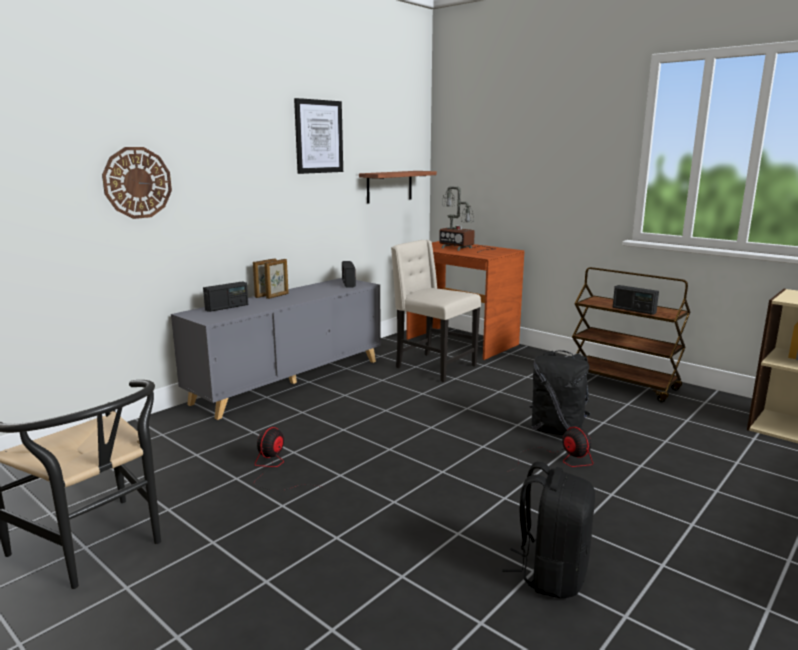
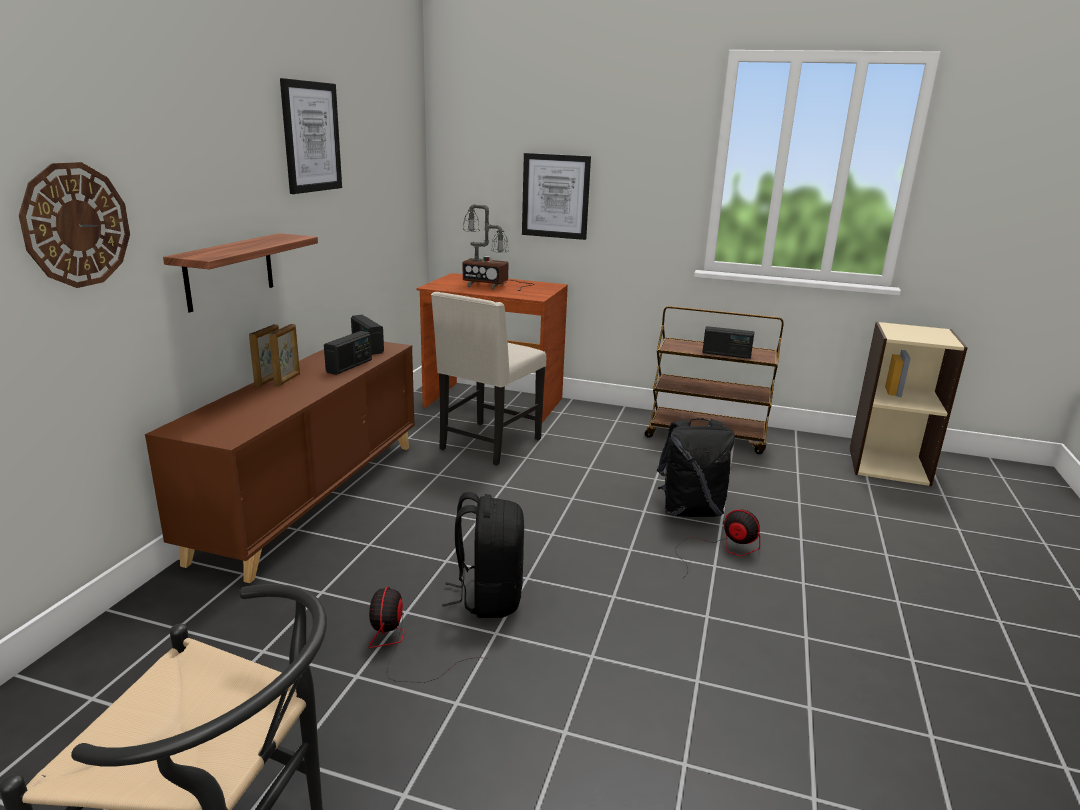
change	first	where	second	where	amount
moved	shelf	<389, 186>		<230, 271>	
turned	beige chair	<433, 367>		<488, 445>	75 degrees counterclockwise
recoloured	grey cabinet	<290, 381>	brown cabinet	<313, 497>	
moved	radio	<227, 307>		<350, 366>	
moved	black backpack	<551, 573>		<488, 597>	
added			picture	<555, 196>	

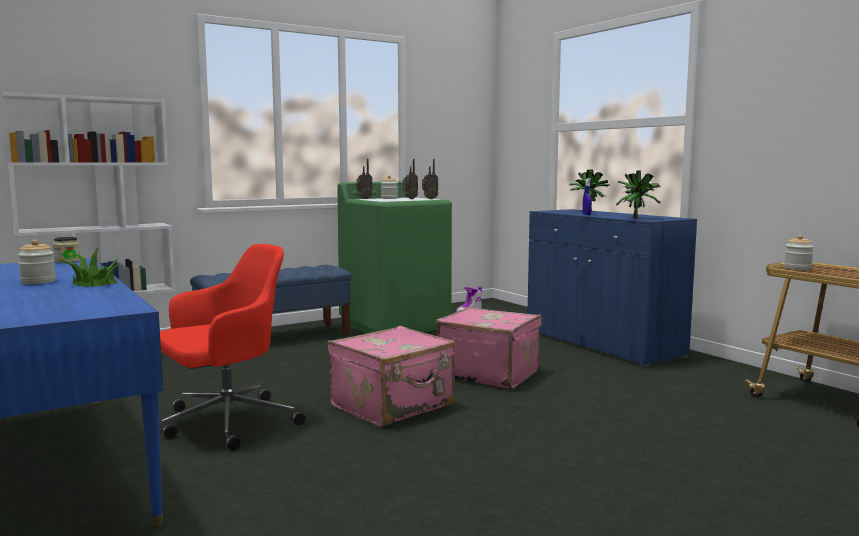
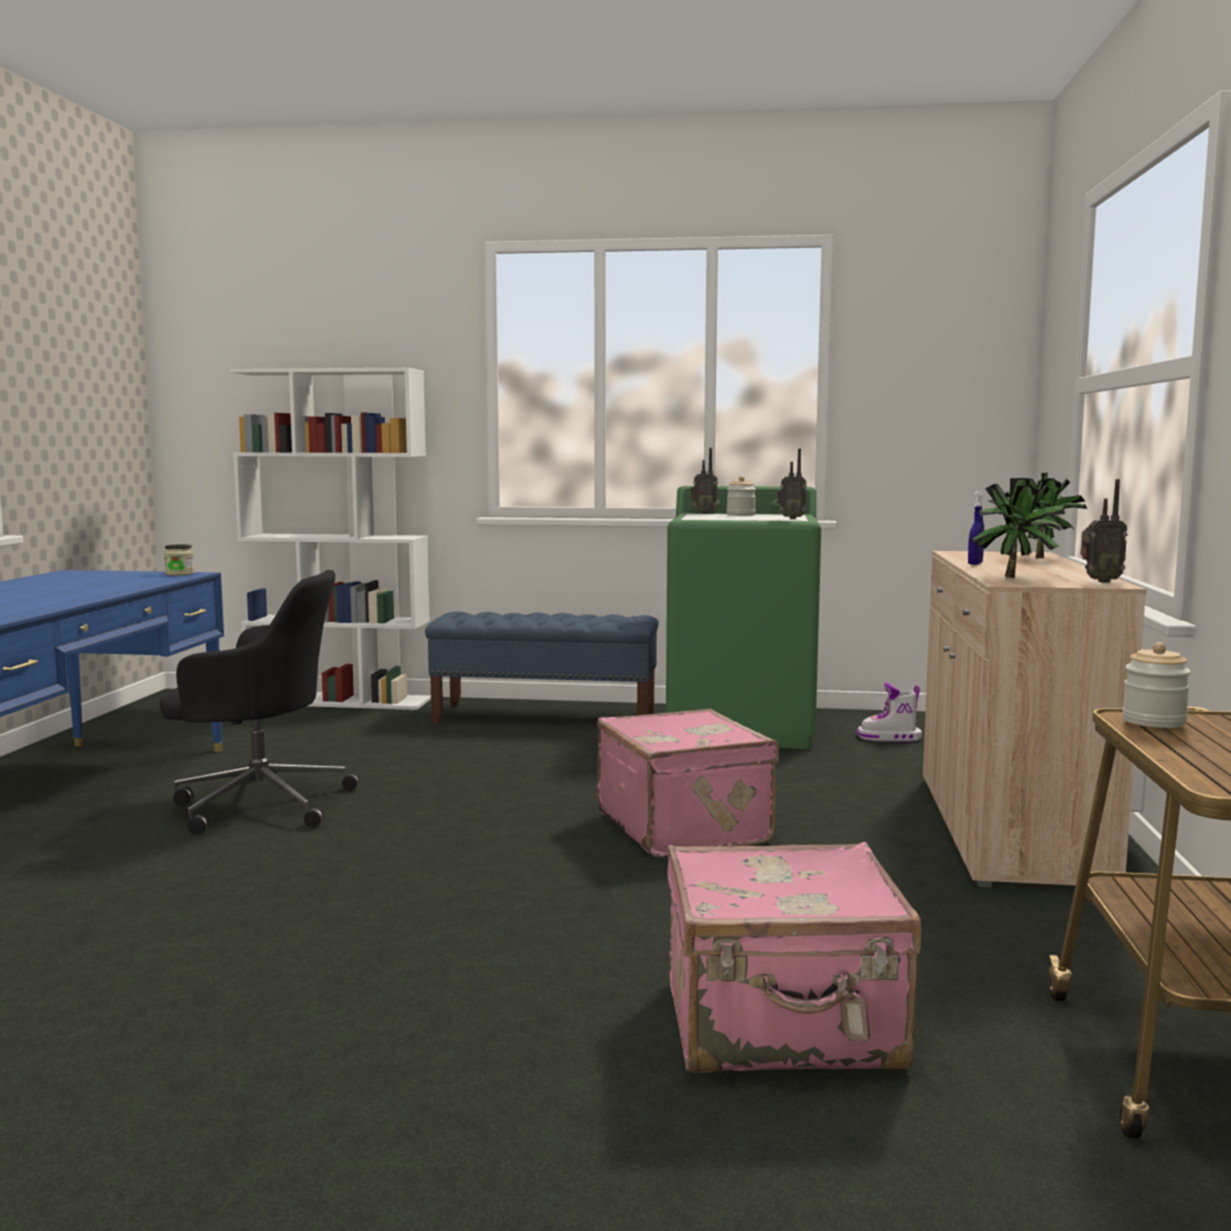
change	first	where	second	where	amount
moved	radio	<409, 199>		<1099, 581>	
recoloured	blue cabinet	<602, 343>	beige cabinet	<1008, 829>	
removed	jar	<38, 282>			
recoloured	red office chair	<226, 423>	black office chair	<258, 804>	
removed	potted plant	<94, 283>			
moved	pink suitcase	<394, 406>		<783, 1028>	

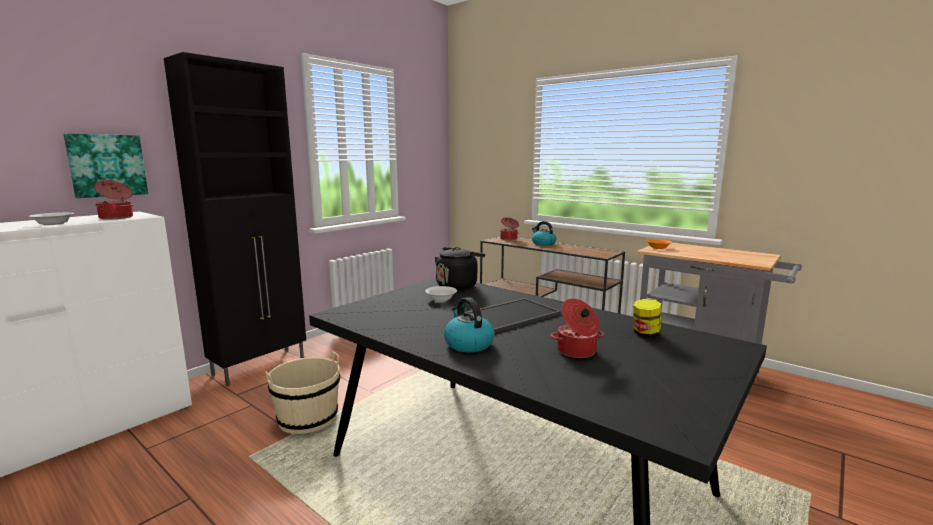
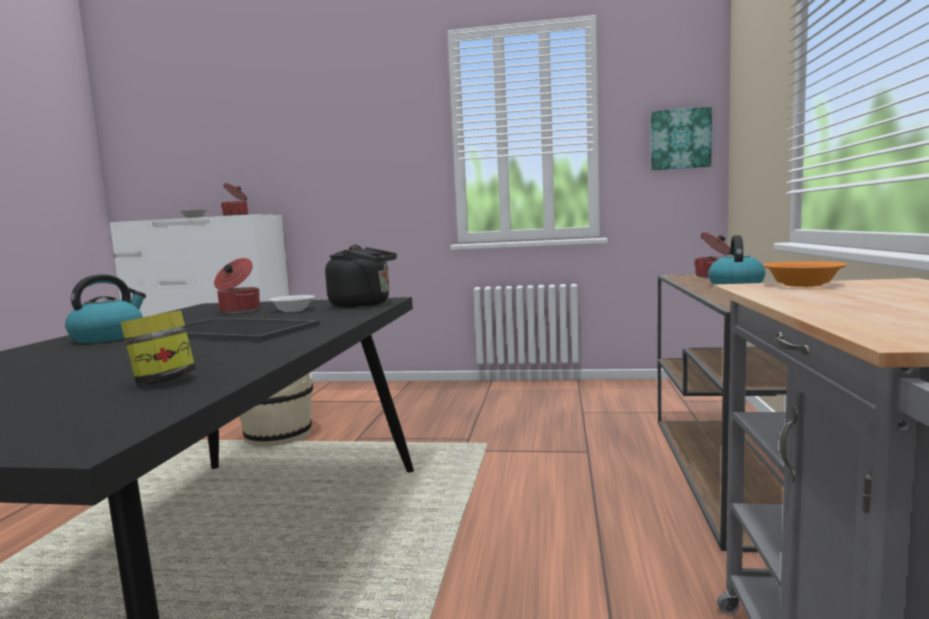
change	first	where	second	where	amount
removed	black cabinet	<261, 366>			
moved	picture	<107, 165>		<679, 139>	
moved	cooking pot	<576, 351>		<239, 311>	

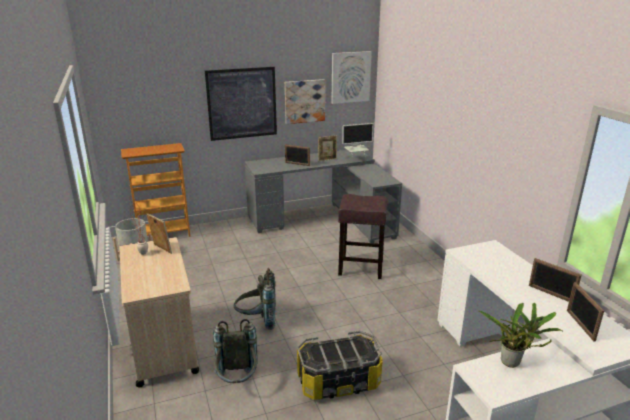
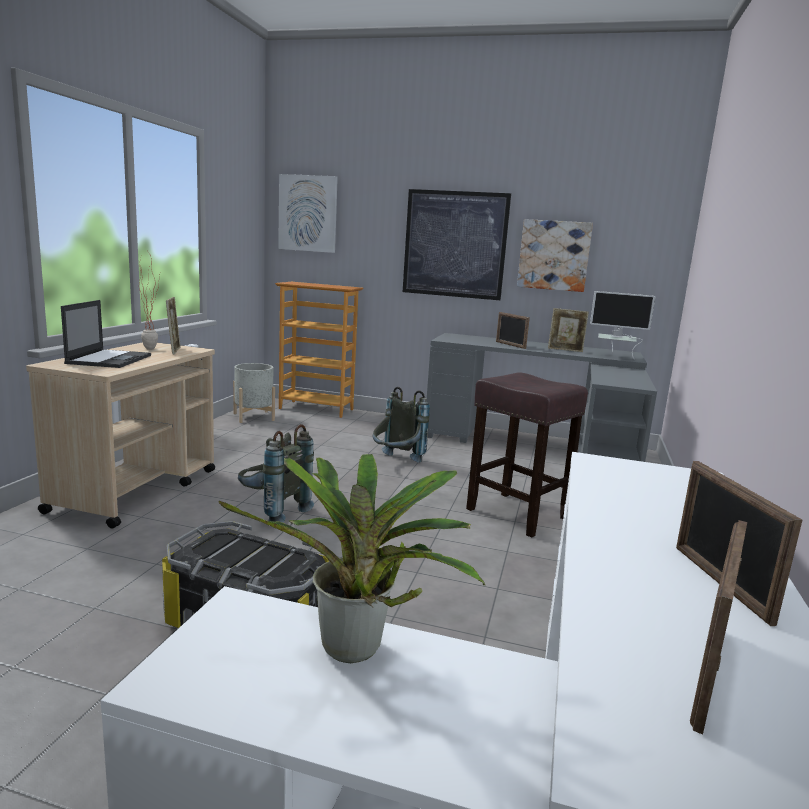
change	first	where	second	where	amount
moved	picture	<350, 77>		<308, 213>	
moved	grey backpack	<237, 382>		<396, 462>	
added			laptop	<110, 359>	

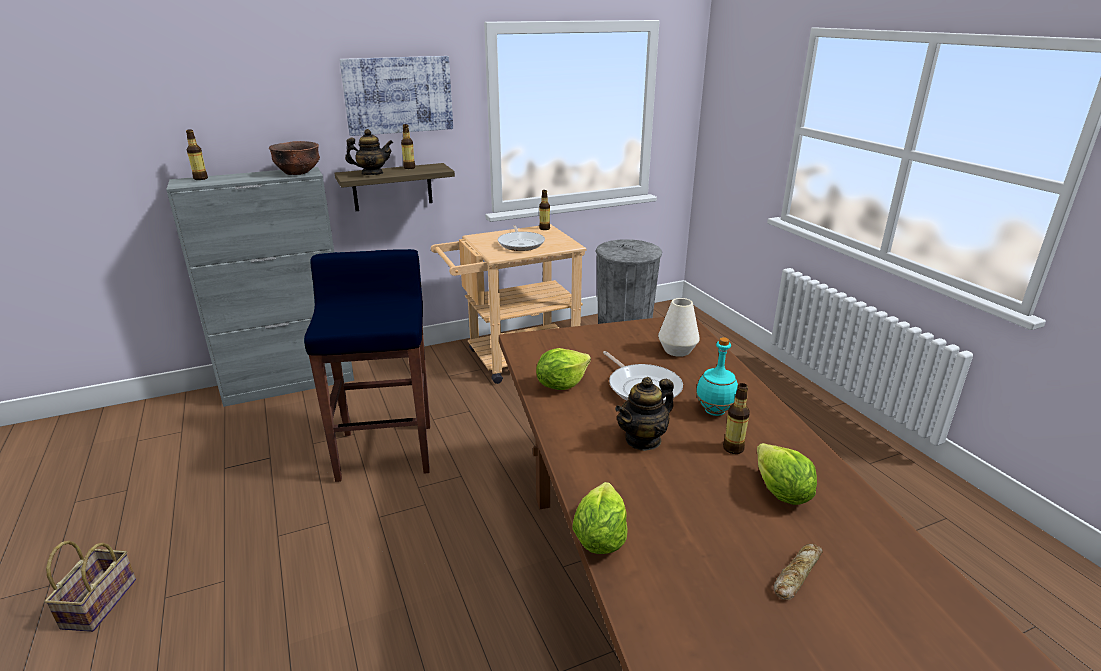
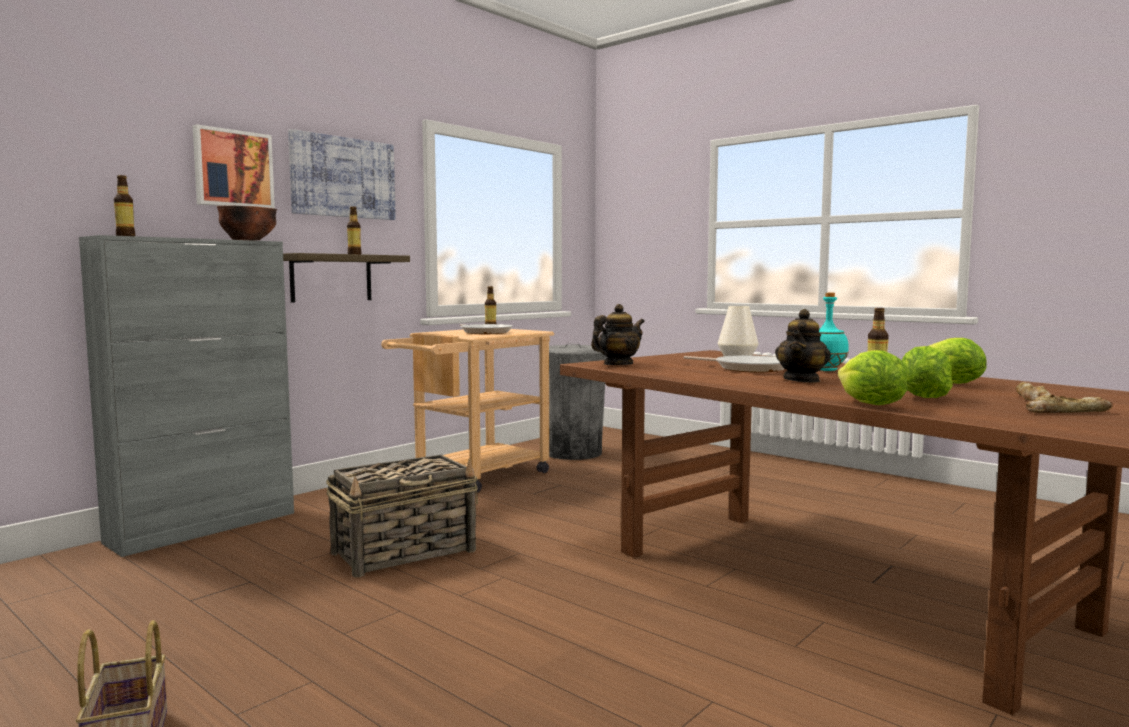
change	first	where	second	where	amount
moved	teapot	<372, 173>		<617, 365>	
replaced	blue stool	<386, 451>	basket	<405, 552>	
moved	lettuce	<561, 384>		<923, 397>	
added			picture	<233, 169>	
added			bread	<1066, 412>	

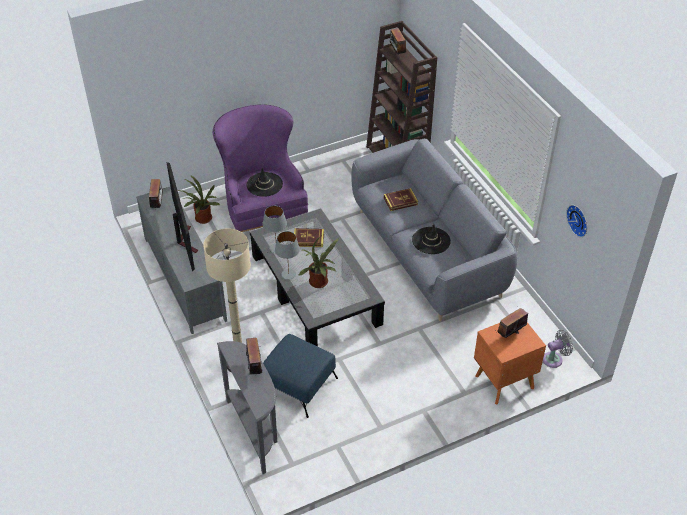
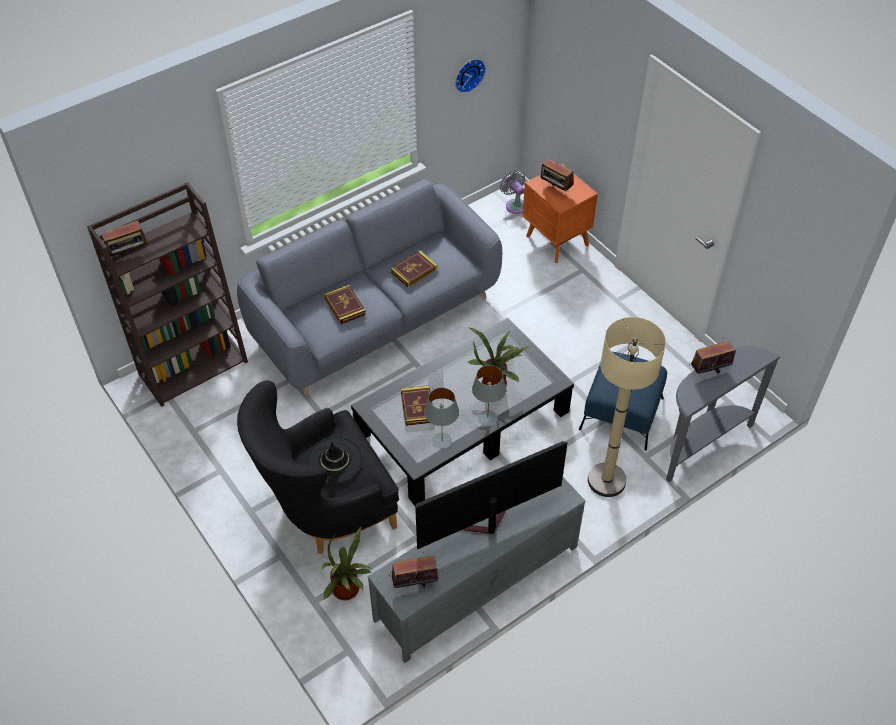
change	first	where	second	where	amount
recoloured	purple armchair	<263, 214>	black armchair	<325, 510>	
replaced	black hat	<431, 241>	book	<414, 271>	

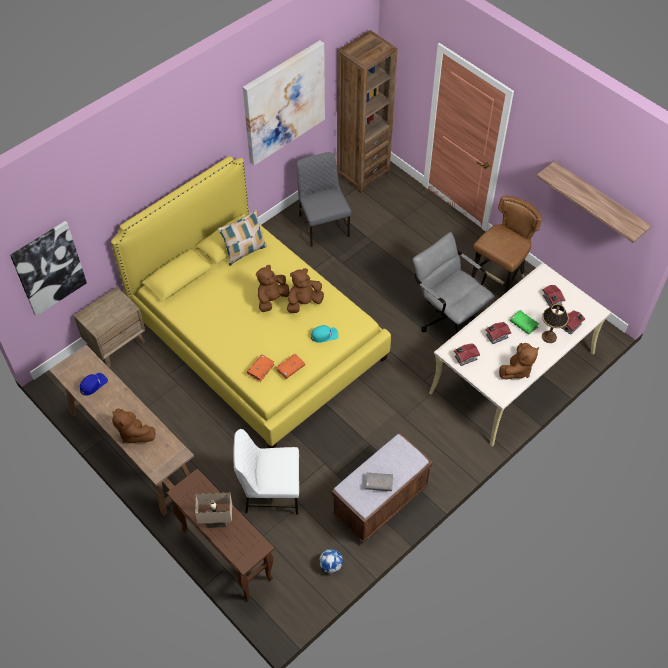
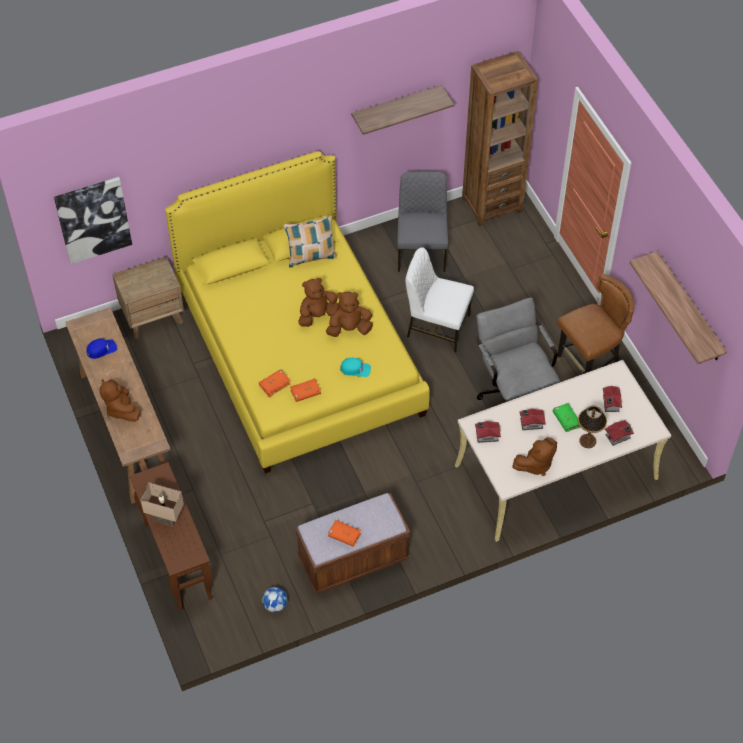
change	first	where	second	where	amount
replaced	picture	<284, 102>	shelf	<396, 107>	
moved	white chair	<270, 492>		<437, 326>	
recoloured	grey book	<378, 484>	orange book	<344, 535>	

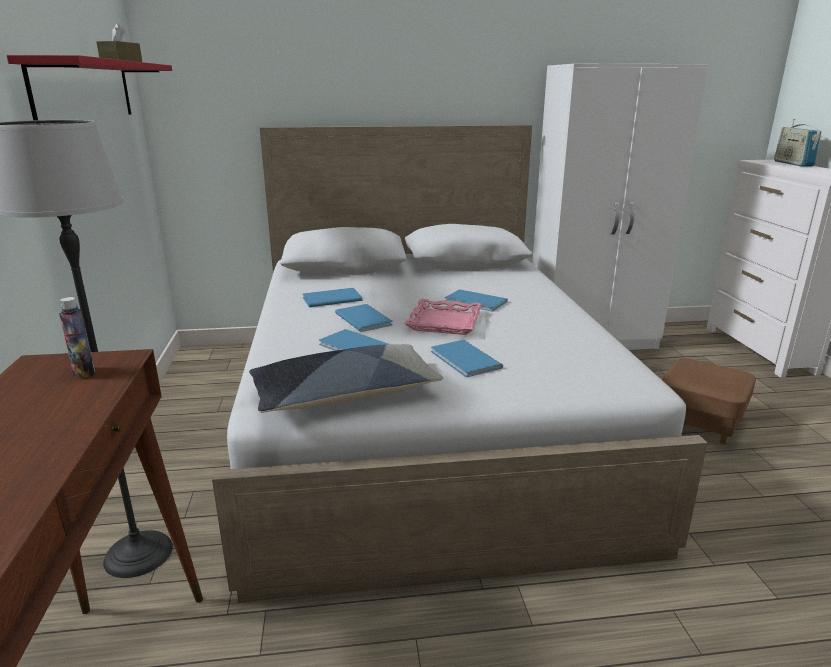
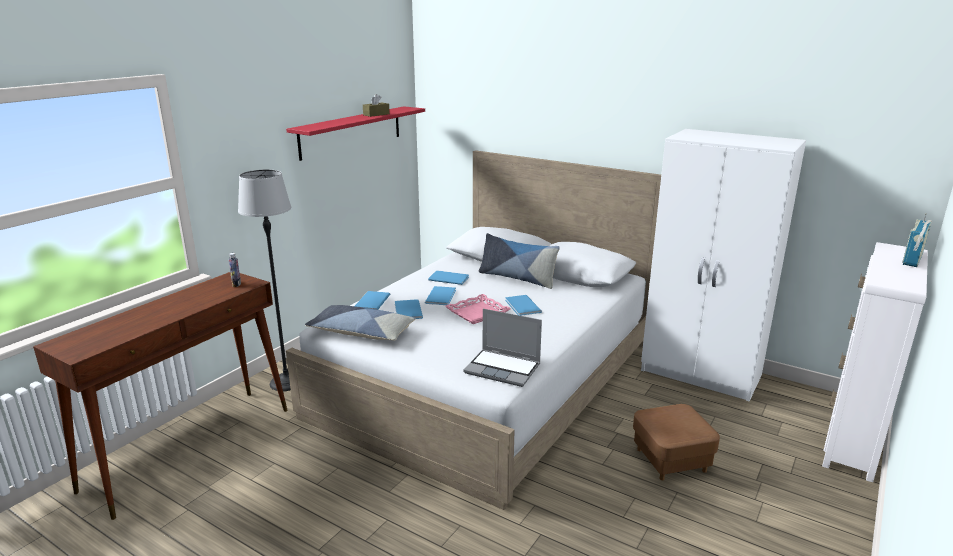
change	first	where	second	where	amount
moved	blue book	<464, 360>		<371, 302>	
added			pillow	<517, 278>	
added			laptop	<503, 369>	

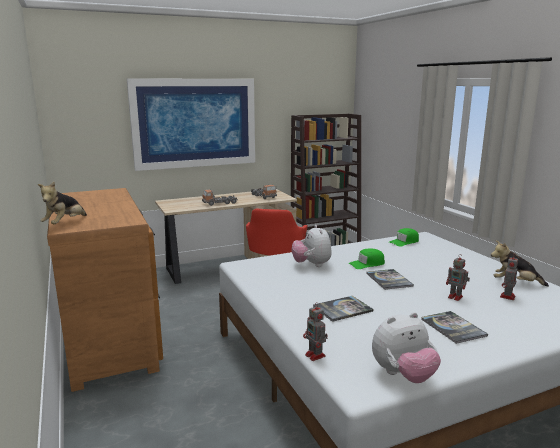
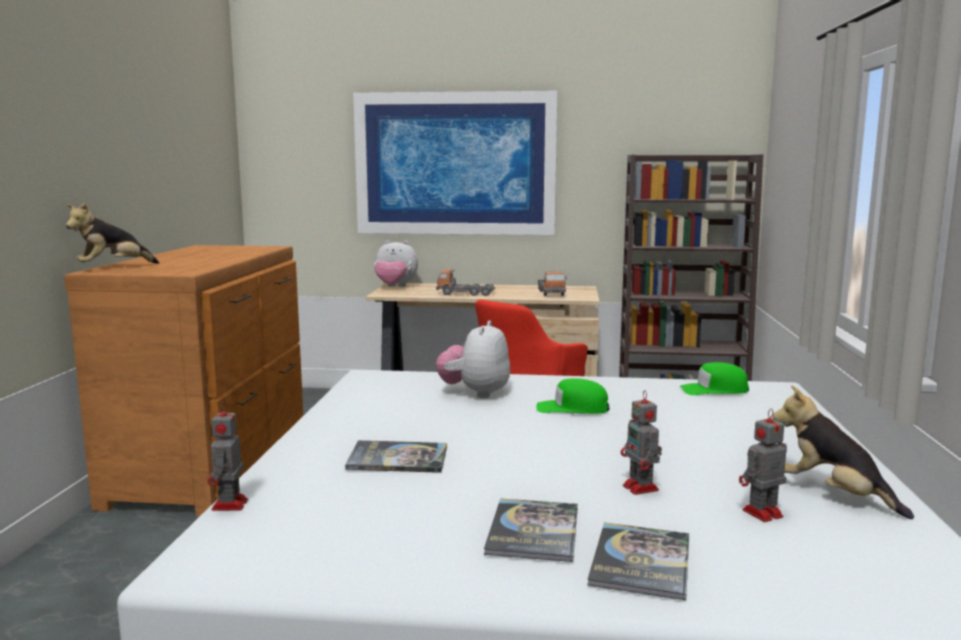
change	first	where	second	where	amount
moved	book	<389, 280>		<641, 561>	
moved	plush toy	<403, 375>		<395, 287>	

